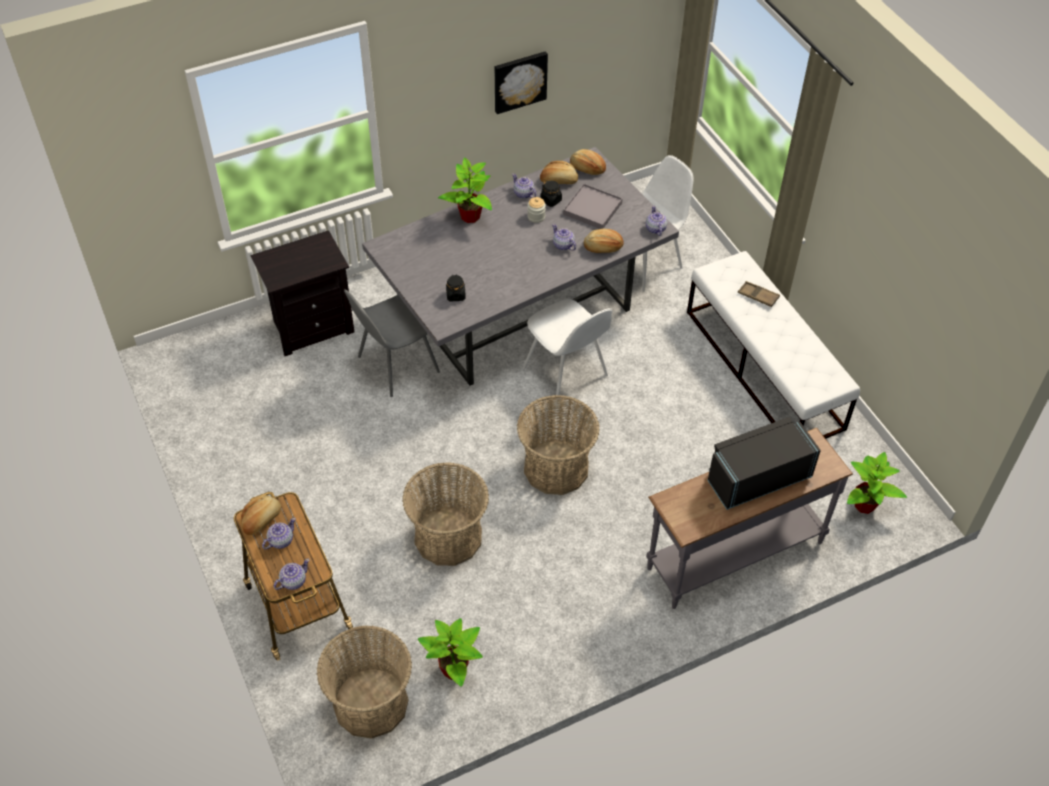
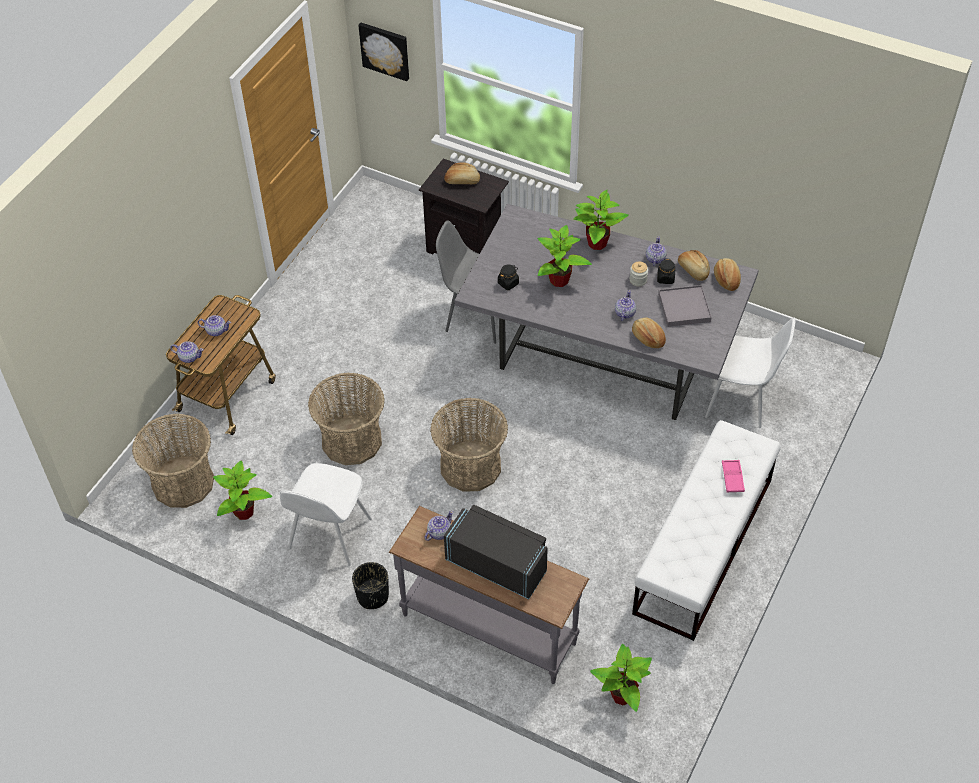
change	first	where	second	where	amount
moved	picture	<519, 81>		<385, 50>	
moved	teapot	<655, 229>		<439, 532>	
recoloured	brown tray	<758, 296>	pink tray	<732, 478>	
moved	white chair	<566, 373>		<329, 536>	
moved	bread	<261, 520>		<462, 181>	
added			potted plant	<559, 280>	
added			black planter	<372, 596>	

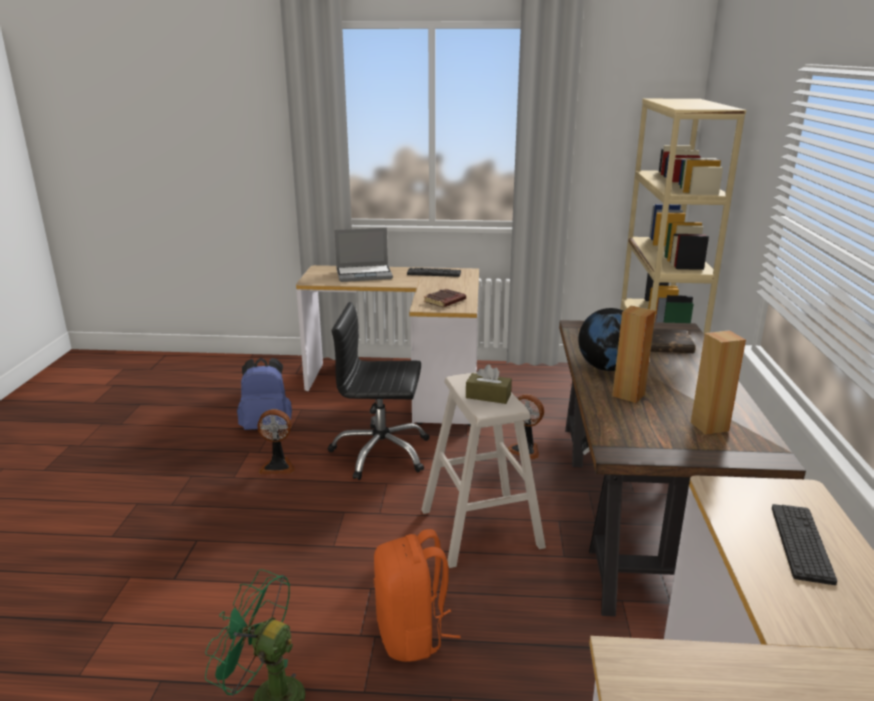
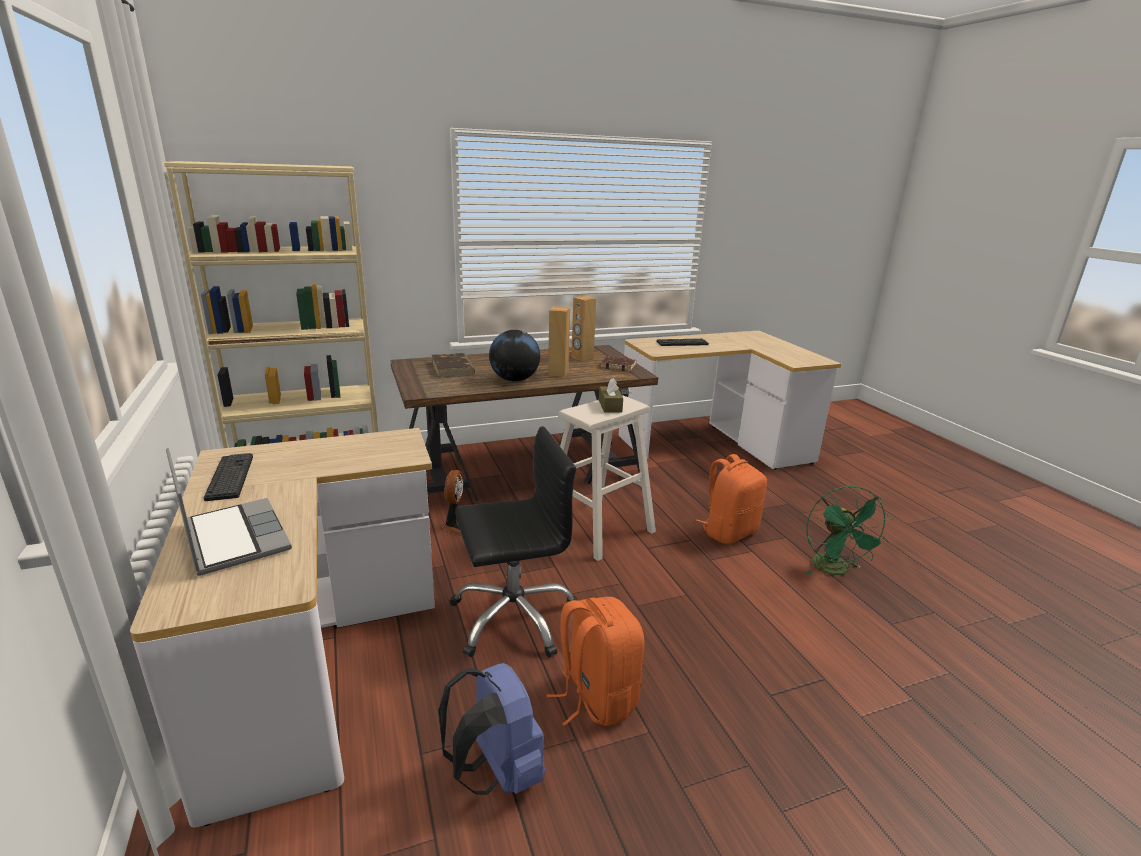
change	first	where	second	where	amount
moved	brown book	<445, 301>		<618, 366>	
turned	black office chair	<381, 453>		<513, 616>	90 degrees counterclockwise
replaced	fan	<278, 466>	orange backpack	<595, 697>	

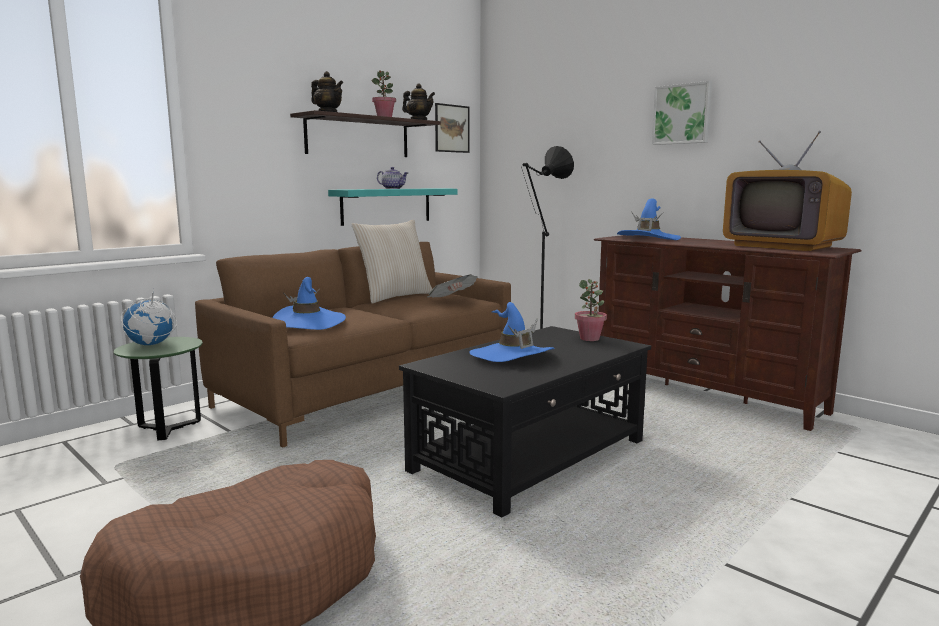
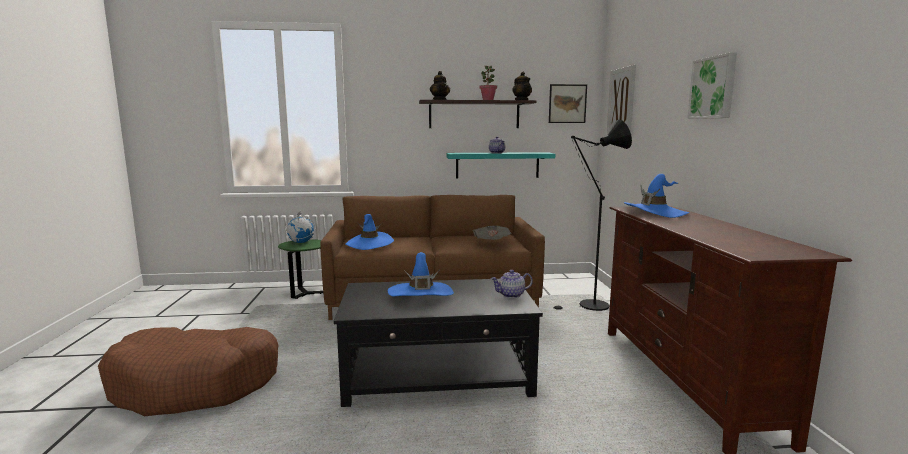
change	first	where	second	where	amount
removed	television	<782, 246>			
removed	beige pillow	<394, 297>			
replaced	potted plant	<590, 338>	teapot	<511, 295>	
added			picture	<621, 101>	

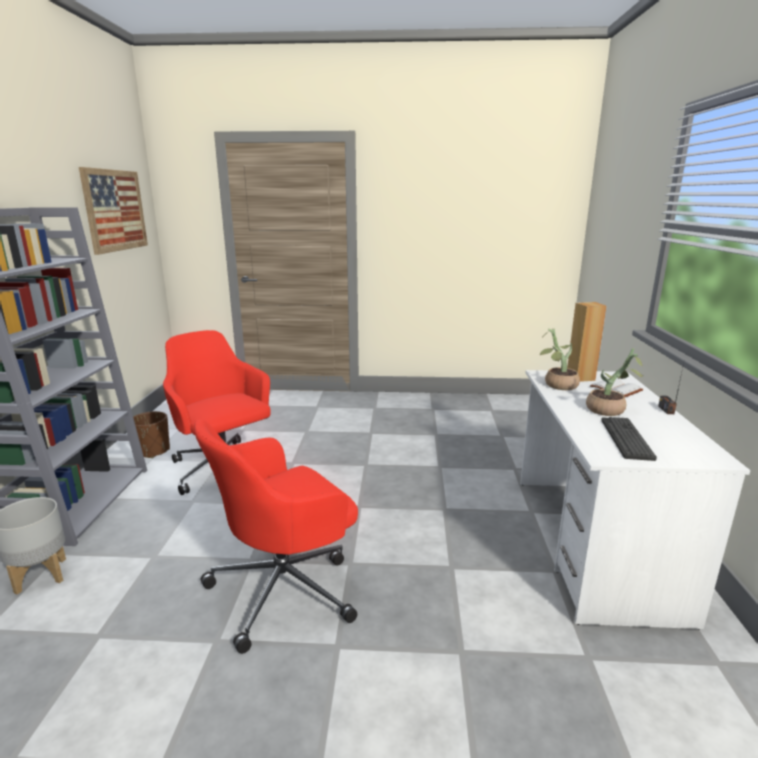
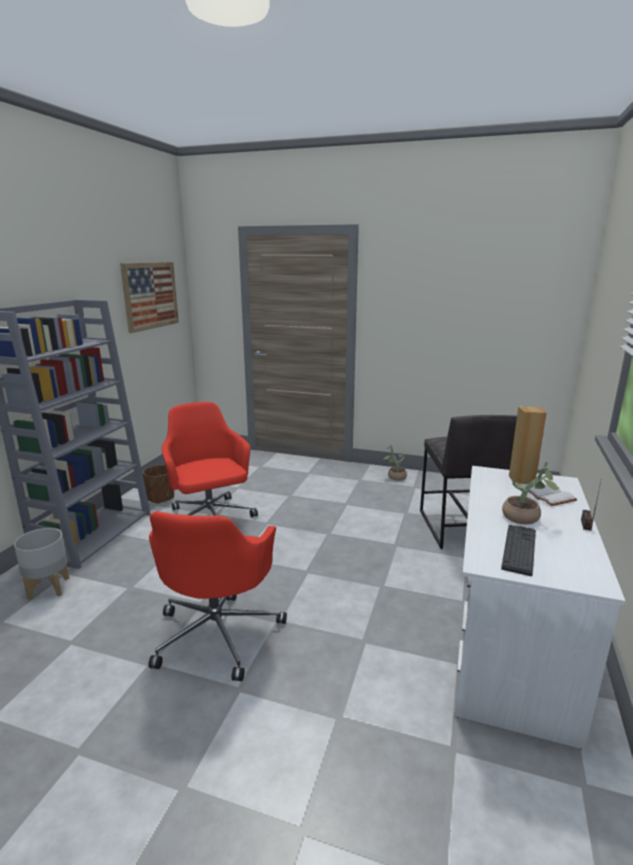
change	first	where	second	where	amount
moved	potted plant	<556, 385>		<394, 477>	
turned	red office chair	<286, 588>		<218, 632>	60 degrees counterclockwise
added			grey stool	<458, 528>	

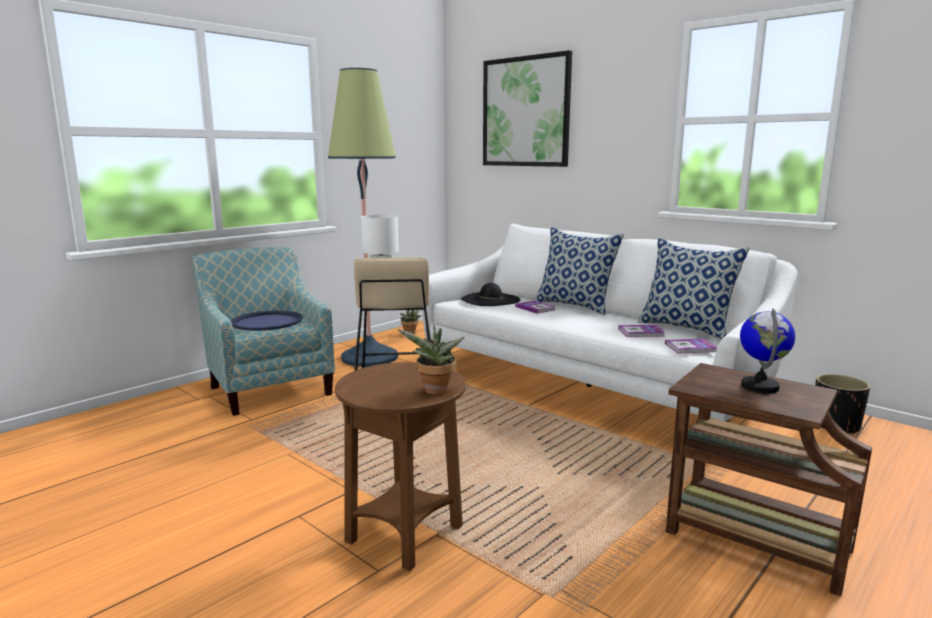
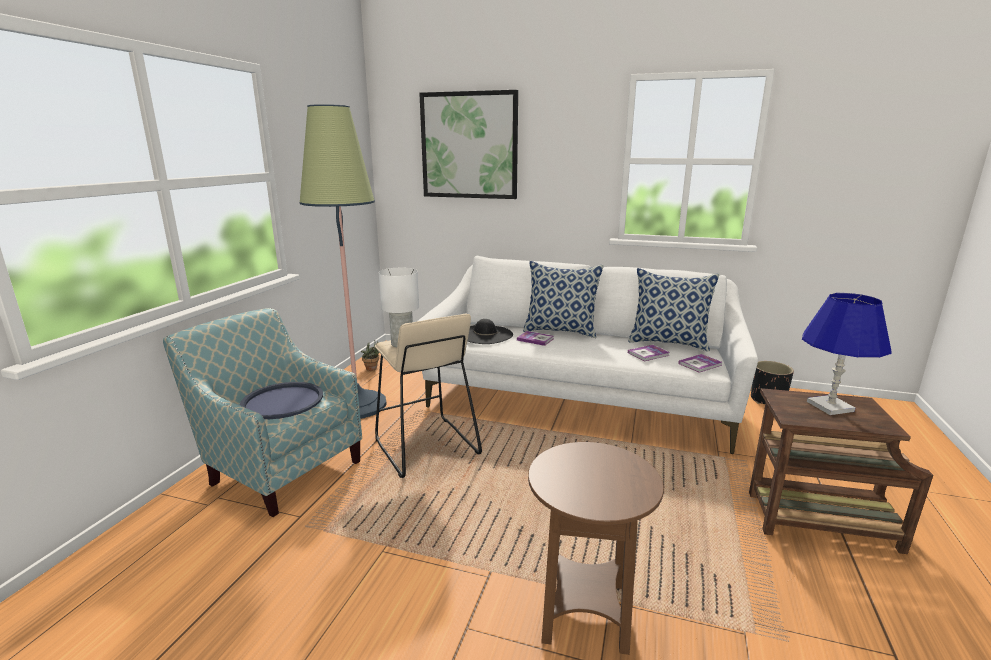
change	first	where	second	where	amount
replaced	globe	<760, 387>	blue table lamp	<830, 406>	
removed	potted plant	<435, 392>			

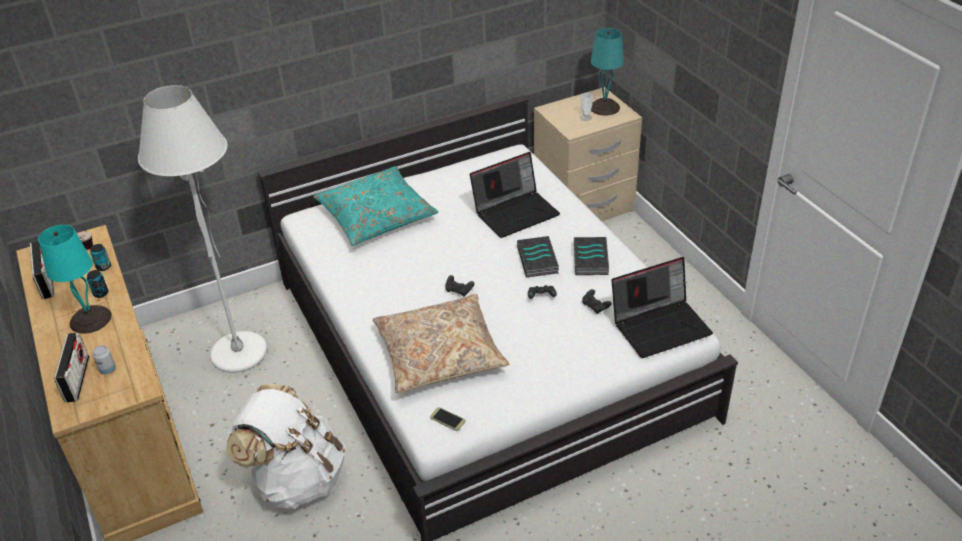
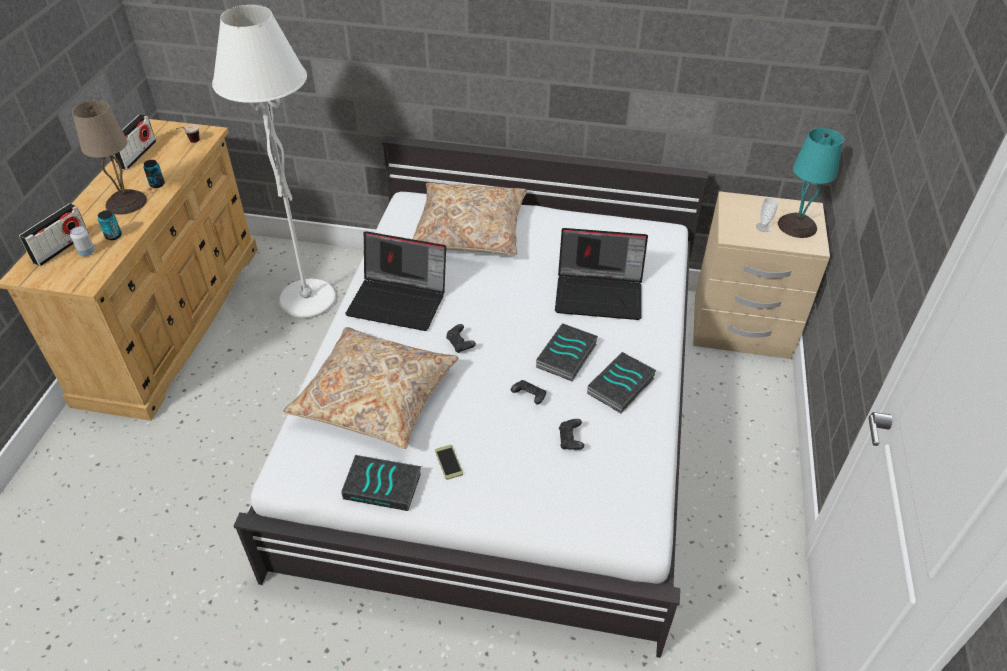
change	first	where	second	where	amount
recoloured	turquoise pillow	<376, 216>	beige pillow	<470, 230>	
recoloured	turquoise table lamp	<90, 320>	beige table lamp	<125, 203>	
moved	can	<103, 267>		<113, 236>	
moved	laptop	<660, 325>		<399, 301>	
removed	white backpack	<297, 478>			
moved	phone	<447, 419>		<448, 462>	
added			book	<383, 485>	

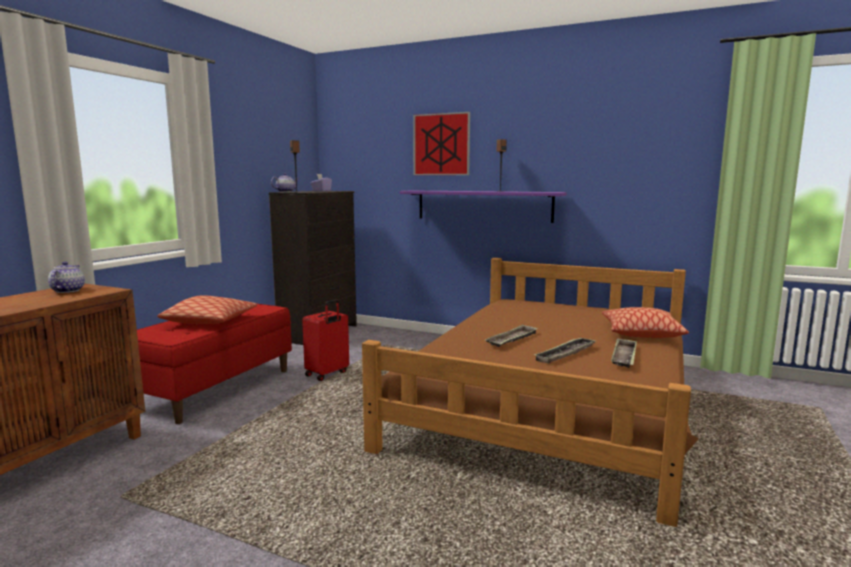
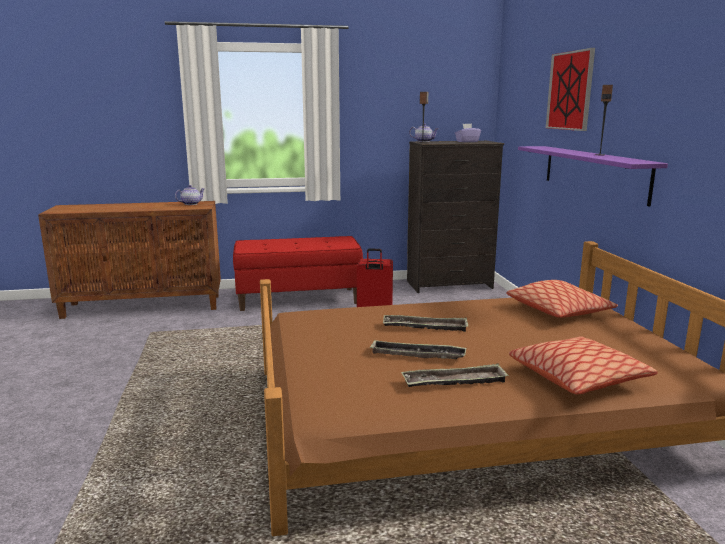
change	first	where	second	where	amount
moved	pillow	<210, 321>		<559, 311>	

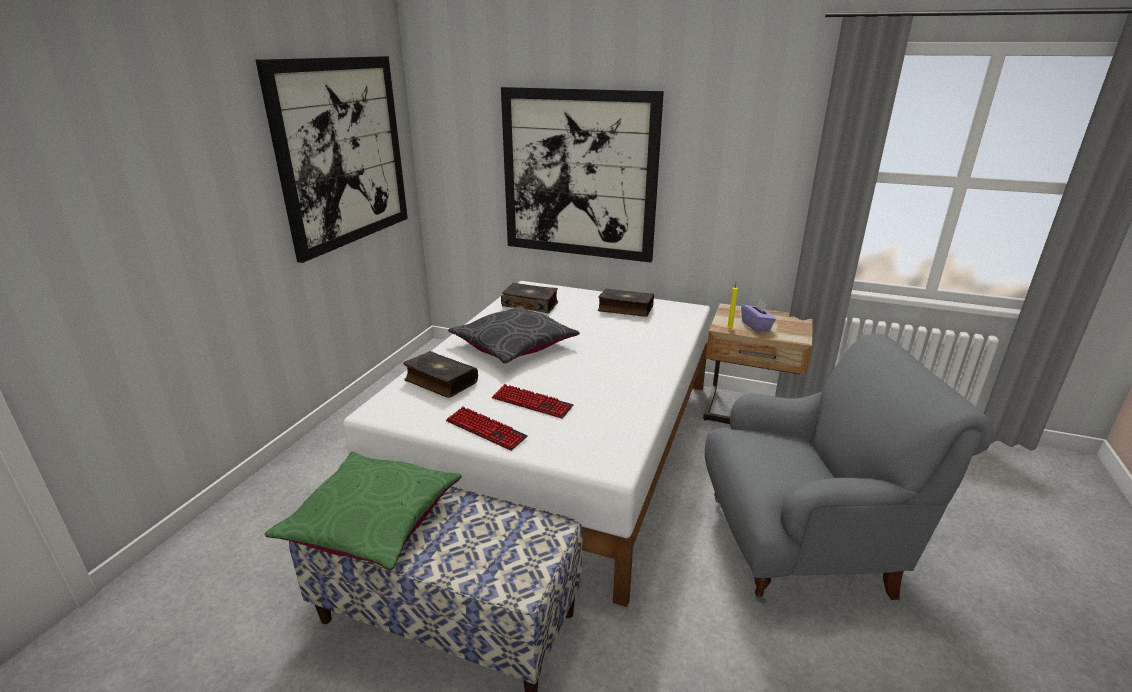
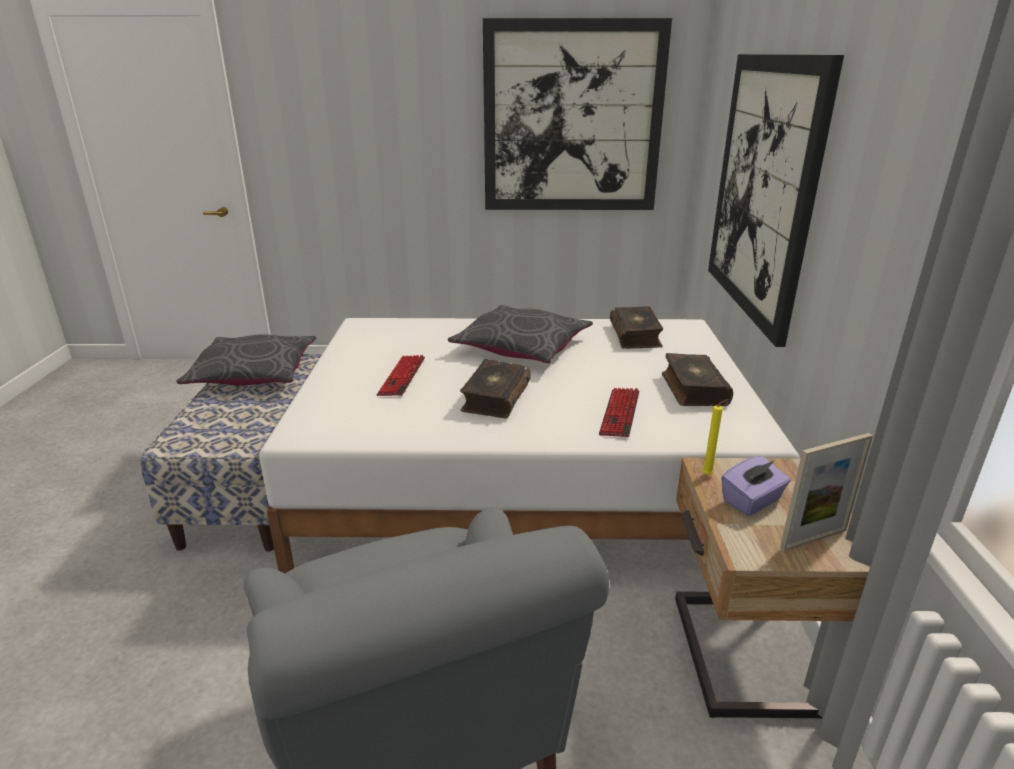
change	first	where	second	where	amount
moved	book	<440, 381>		<494, 398>	
moved	keyboard	<486, 430>		<620, 413>	
recoloured	green pillow	<372, 519>	grey pillow	<254, 373>	
added			picture frame	<813, 539>	

